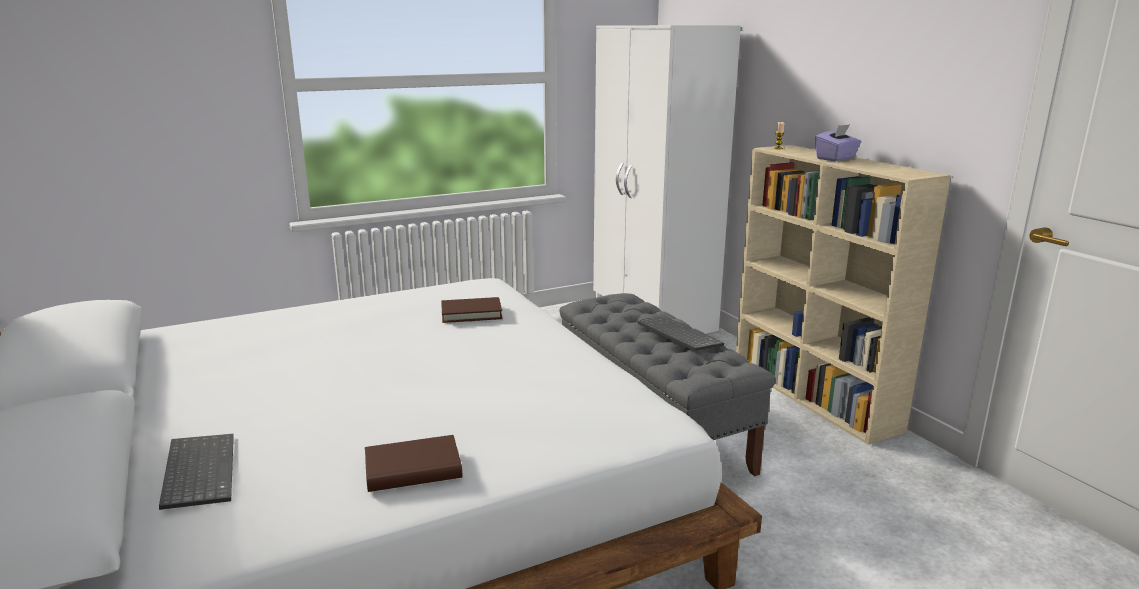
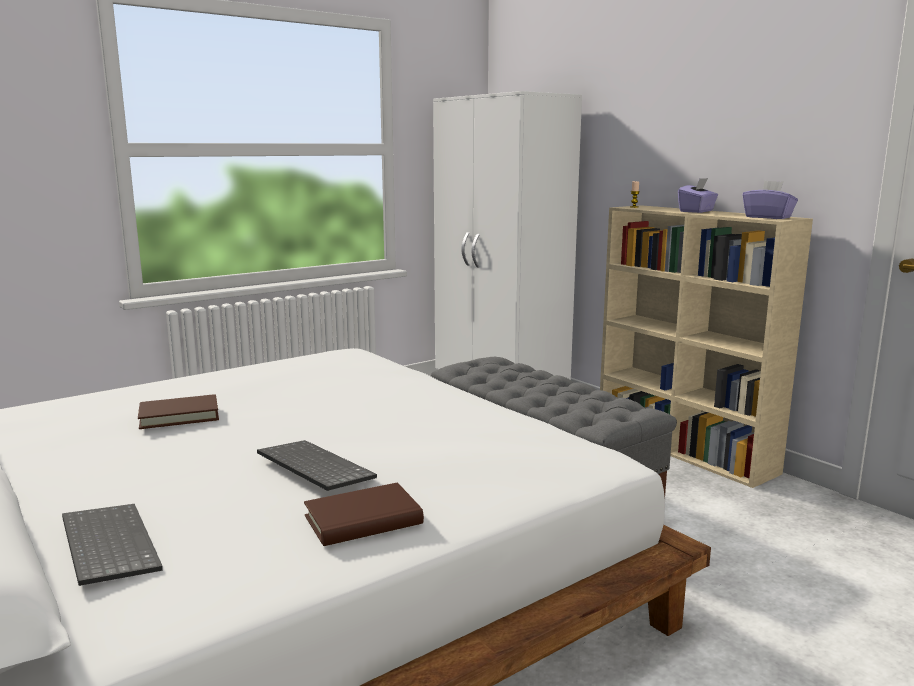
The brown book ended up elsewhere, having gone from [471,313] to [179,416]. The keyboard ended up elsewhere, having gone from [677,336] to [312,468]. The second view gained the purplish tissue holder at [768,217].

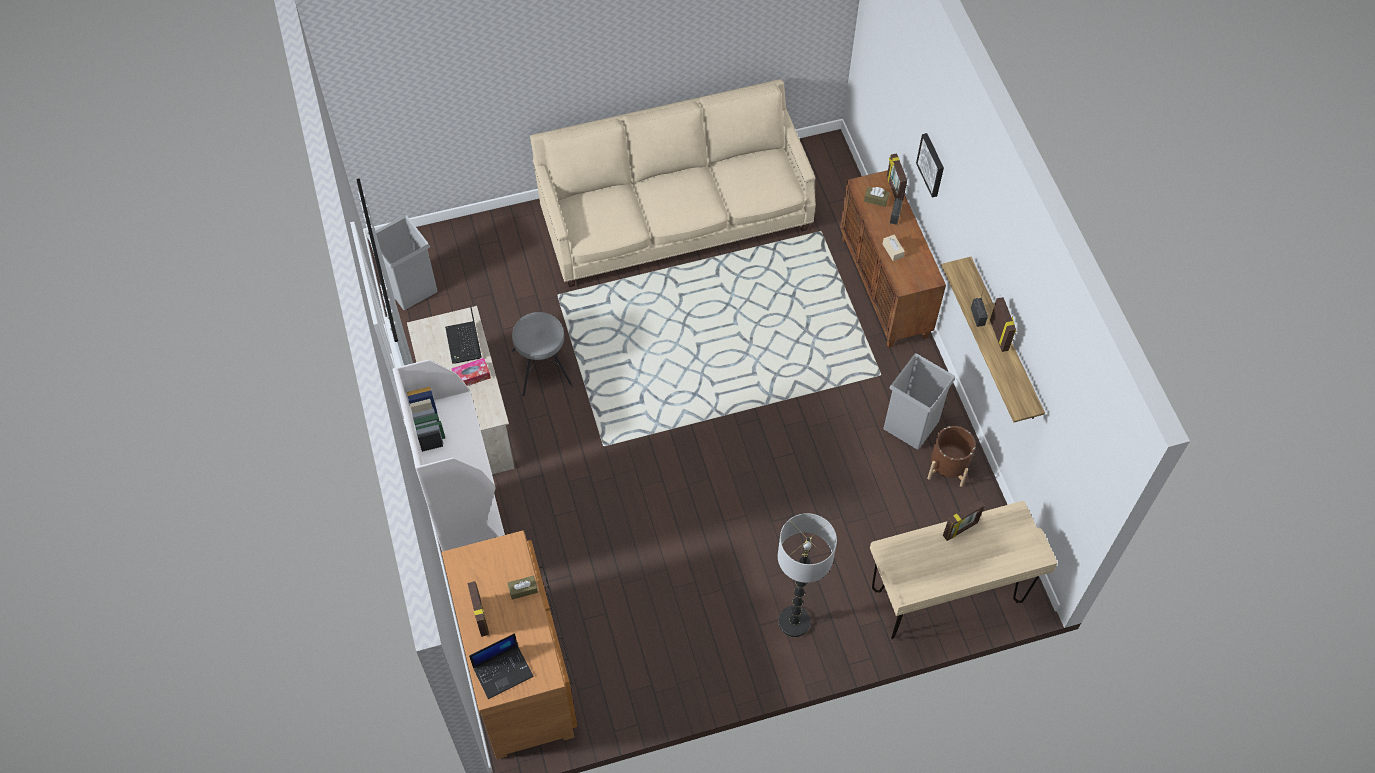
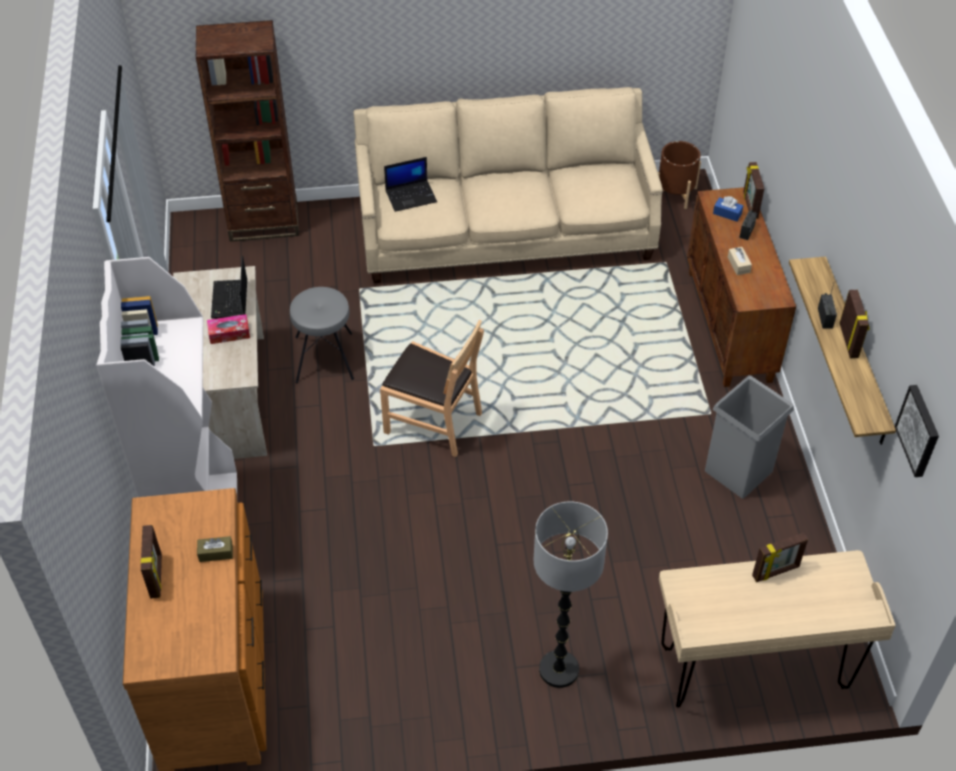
The wall art ended up elsewhere, having gone from [932,164] to [919,430]. What was the brown tissue holder at [876,199] turned into the blue-coloured tissue holder at [727,213]. The second view lost the grey trash can at [411,287]. The brown planter ended up elsewhere, having gone from [947,468] to [675,193]. The laptop ended up elsewhere, having gone from [503,671] to [411,196]. The second view gained the brown bookshelf at [263,222]. The second view gained the brown chair at [433,422].

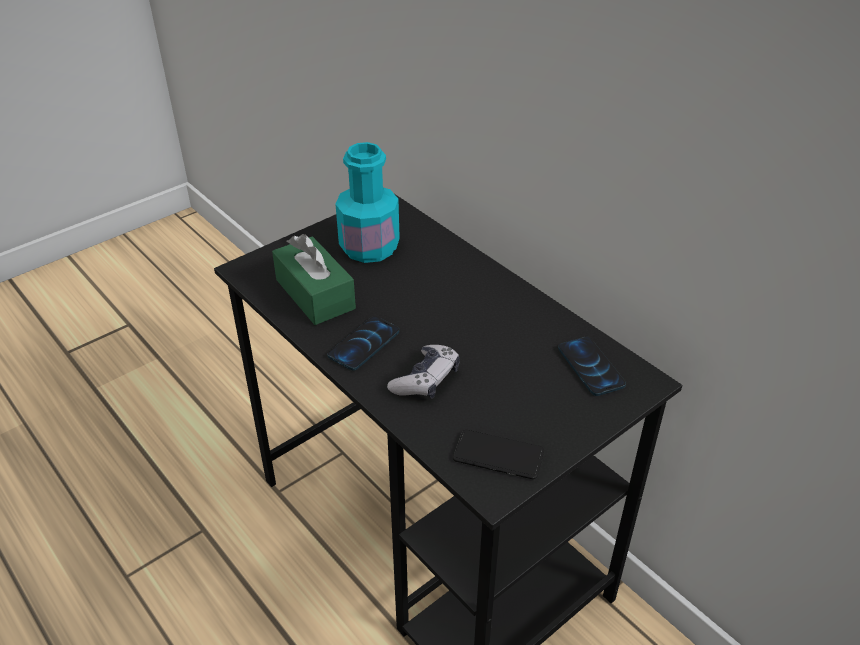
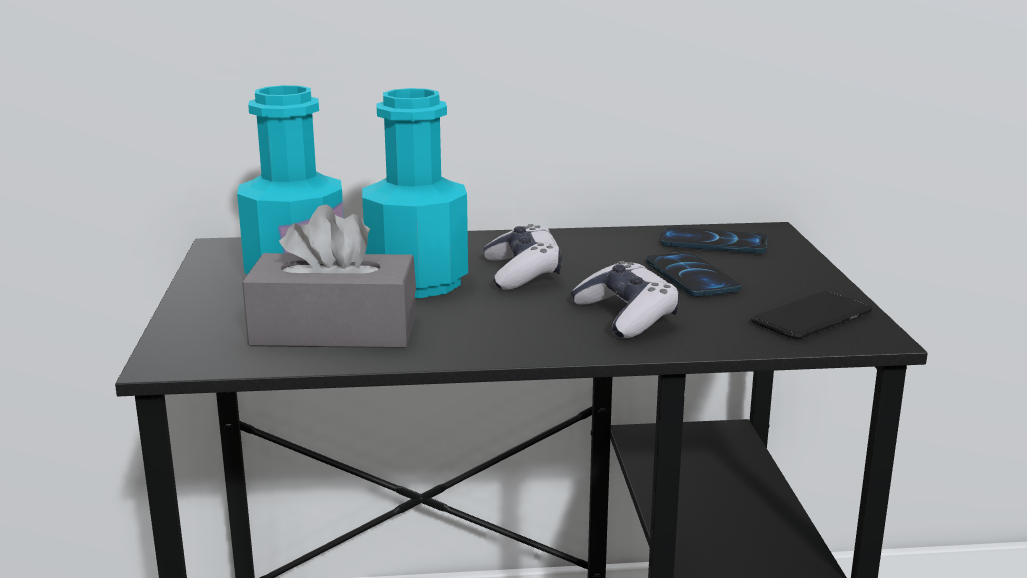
What was the green tissue holder at [315,294] turned into the grey tissue holder at [334,331]. The telephone ended up elsewhere, having gone from [364,344] to [691,276]. The second view gained the turquoise-coloured beverage bottle at [417,282]. The second view gained the gamepad at [522,273].

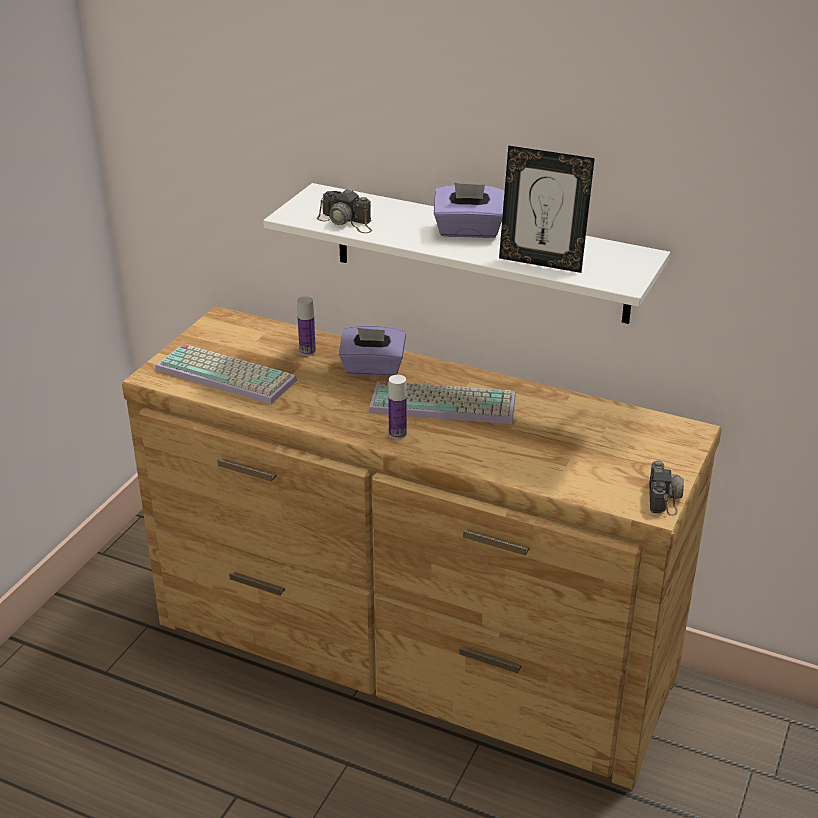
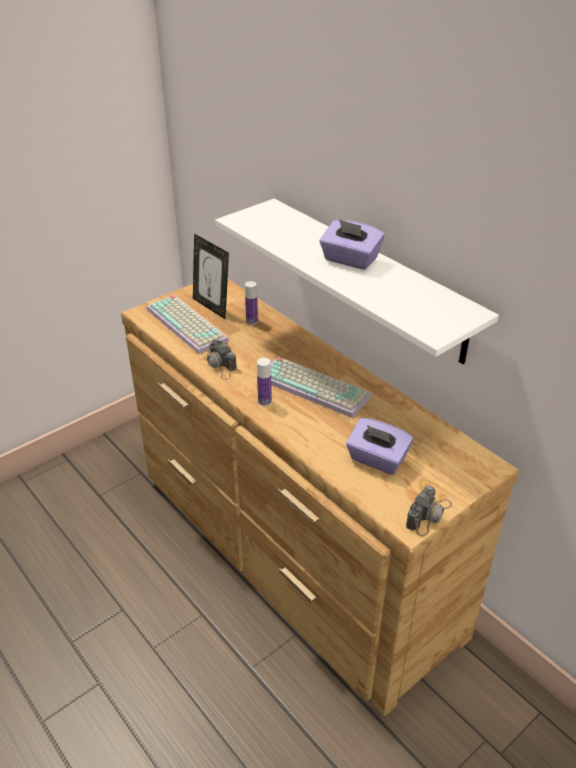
The picture frame ended up elsewhere, having gone from [541,262] to [212,307]. The still camera ended up elsewhere, having gone from [347,222] to [220,365]. The purplish tissue holder ended up elsewhere, having gone from [372,368] to [377,459].

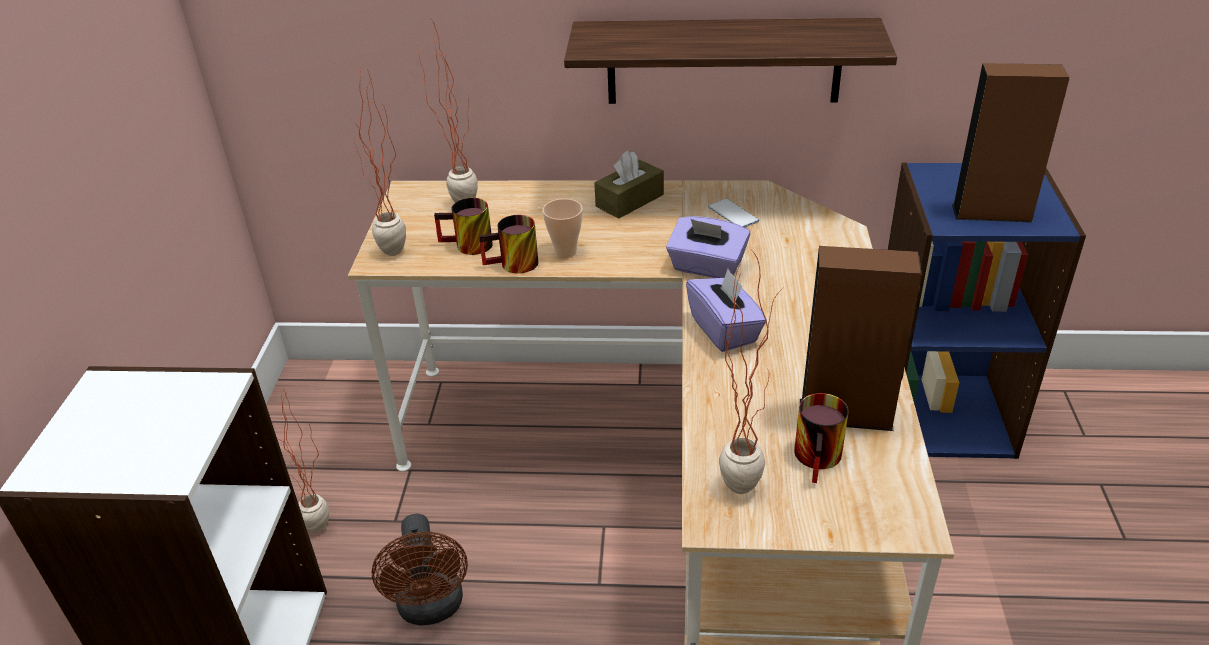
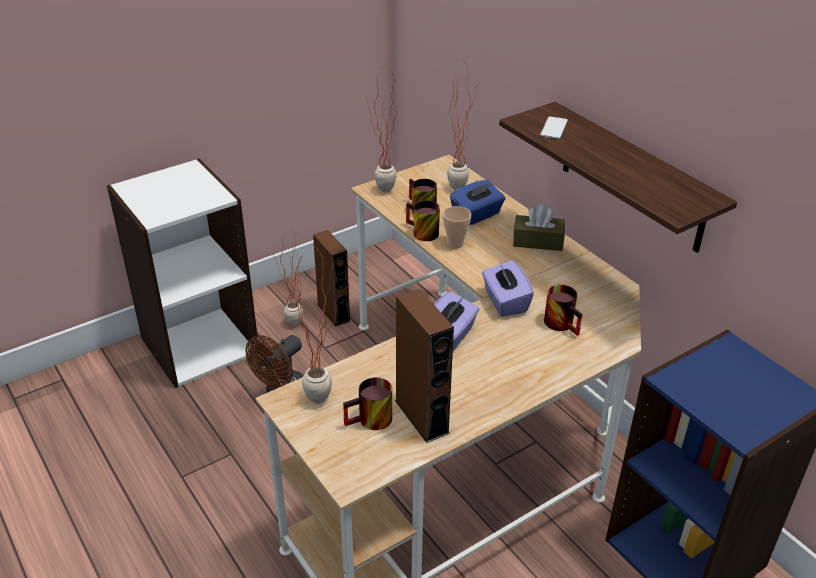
The brown speaker ended up elsewhere, having gone from [992,213] to [333,312]. The telephone ended up elsewhere, having gone from [733,214] to [554,128]. The second view gained the blue-coloured tissue holder at [477,215]. The second view gained the coffee mug at [564,323].

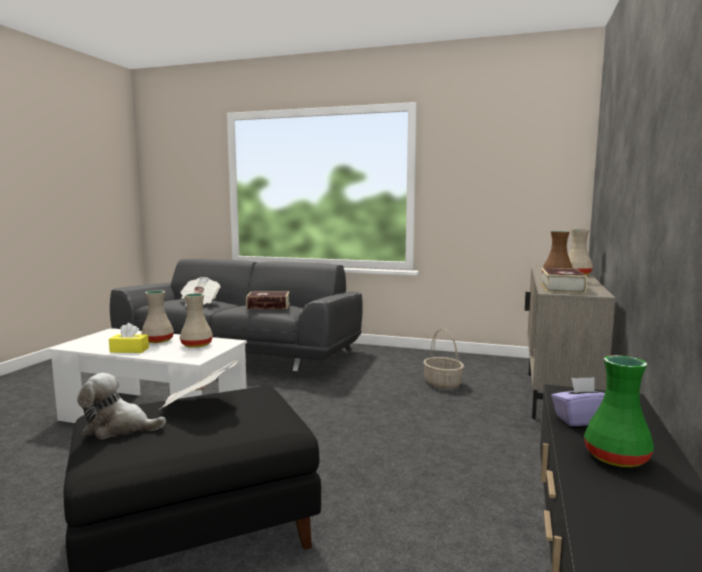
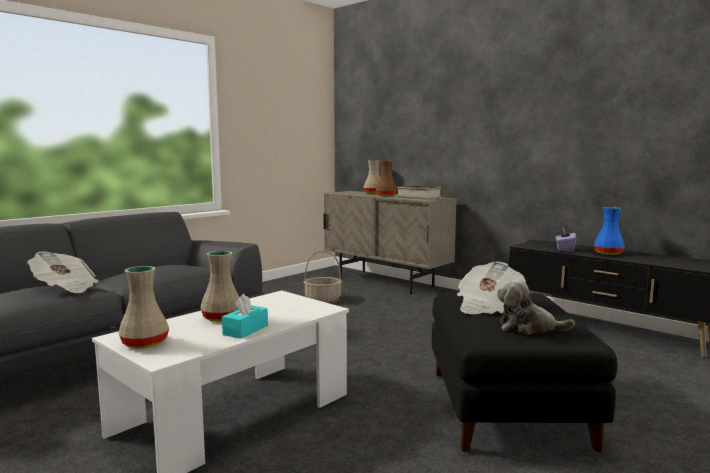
The second view lost the book at [268,306]. The beige vase ended up elsewhere, having gone from [197,345] to [146,343]. What was the yellowish tissue holder at [129,350] turned into the turquoise-coloured tissue holder at [245,330]. What was the green vase at [614,457] turned into the blue-coloured vase at [608,253]. The plush toy at [118,428] ended up facing another way, 75 degrees clockwise from before.

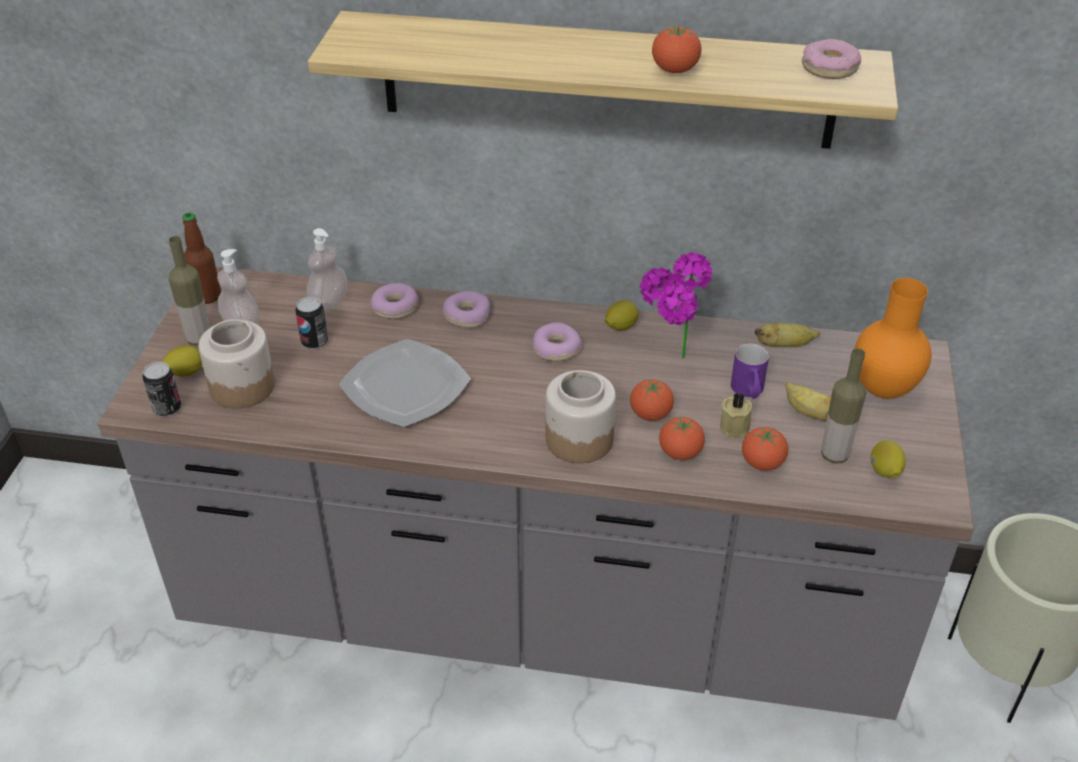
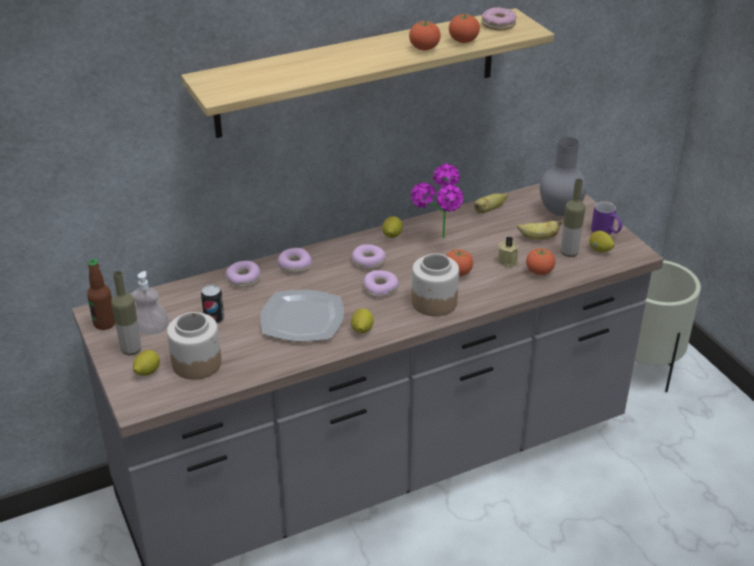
The second view lost the liquid soap bottle at [329,302]. What was the orangey vase at [883,391] turned into the grey vase at [560,213]. The purplish coffee mug ended up elsewhere, having gone from [748,392] to [606,232]. The second view lost the can at [167,408]. The fresh tomato ended up elsewhere, having gone from [680,453] to [463,41]. The second view gained the donut at [380,288]. The second view gained the lemon at [361,330].

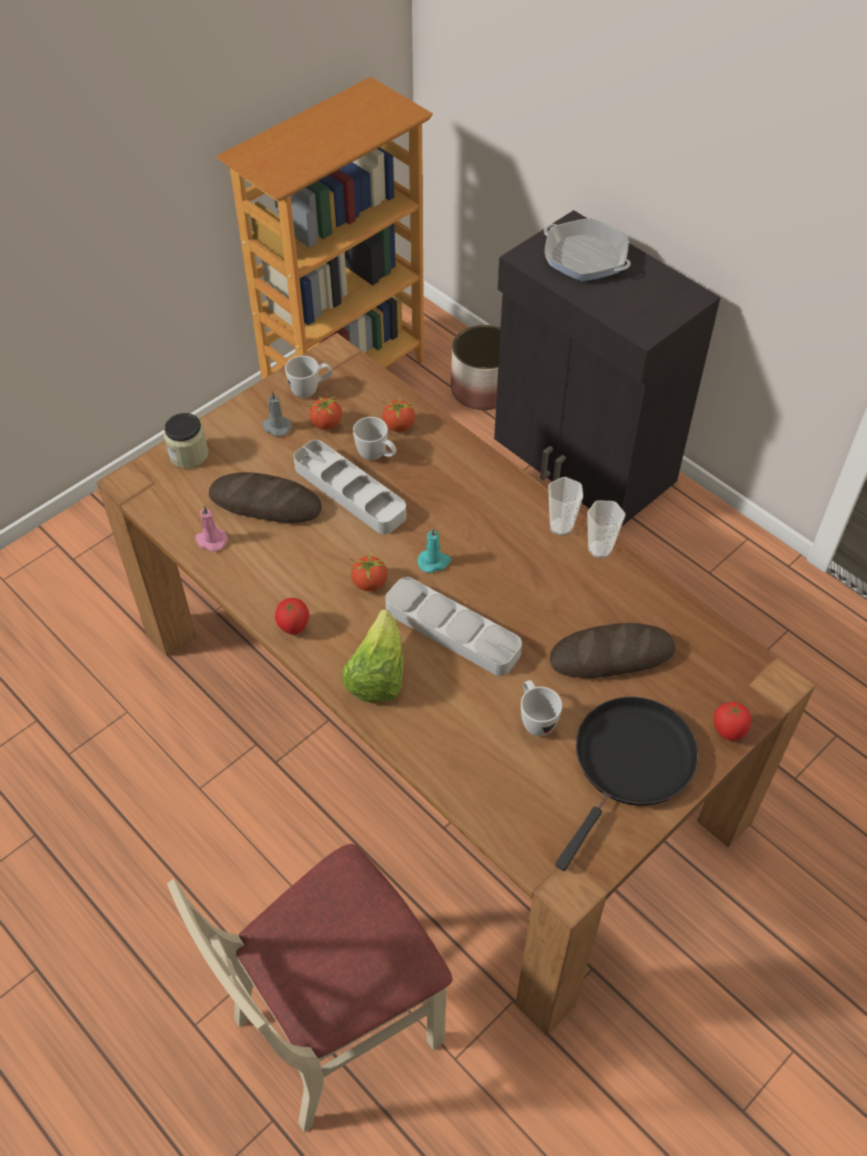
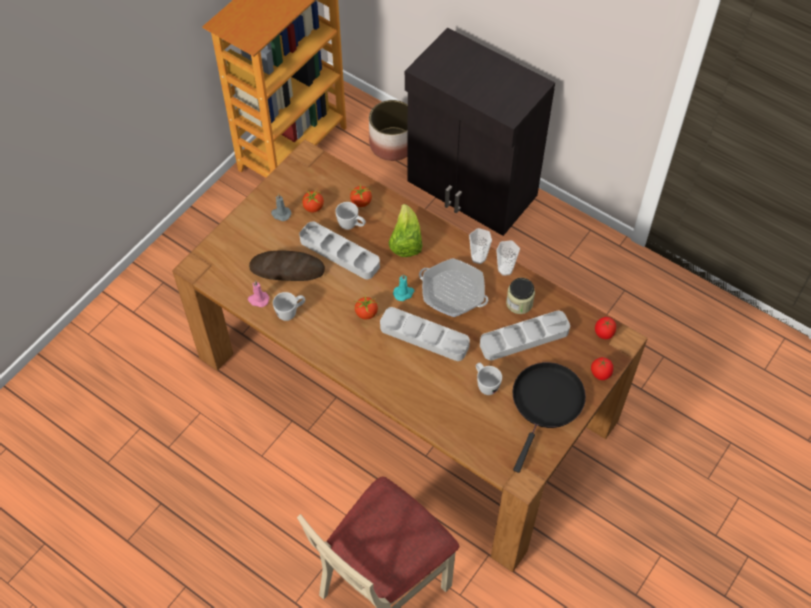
The pan ended up elsewhere, having gone from [585,257] to [453,292]. The white-coloured coffee mug ended up elsewhere, having gone from [310,390] to [291,313]. The jar ended up elsewhere, having gone from [188,454] to [519,303]. The fresh tomato ended up elsewhere, having gone from [293,627] to [603,334]. The lettuce ended up elsewhere, having gone from [377,675] to [405,242]. Where the bread stood at [611,656], the grey tray came to stand at [524,338].

